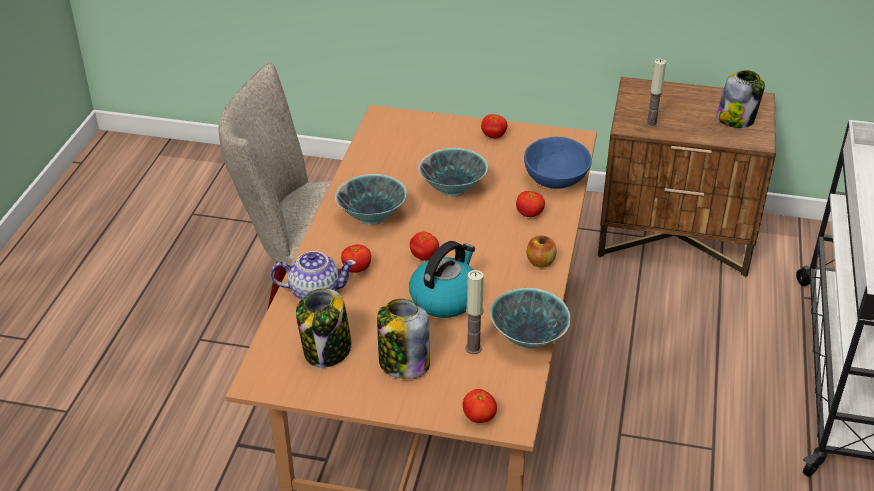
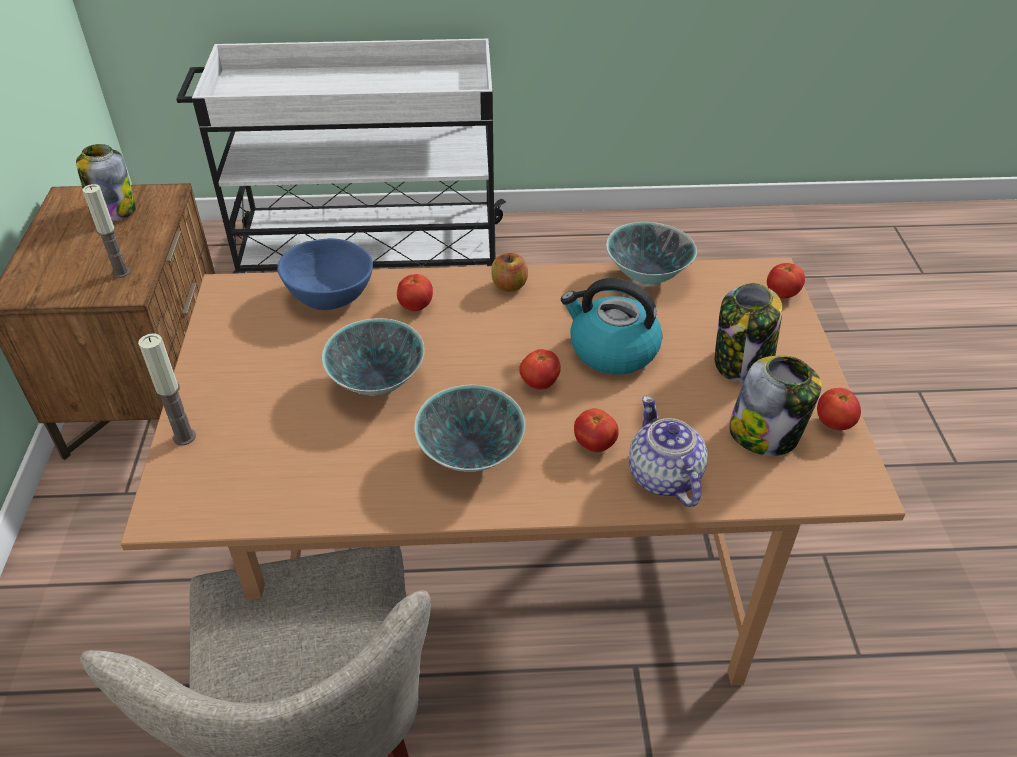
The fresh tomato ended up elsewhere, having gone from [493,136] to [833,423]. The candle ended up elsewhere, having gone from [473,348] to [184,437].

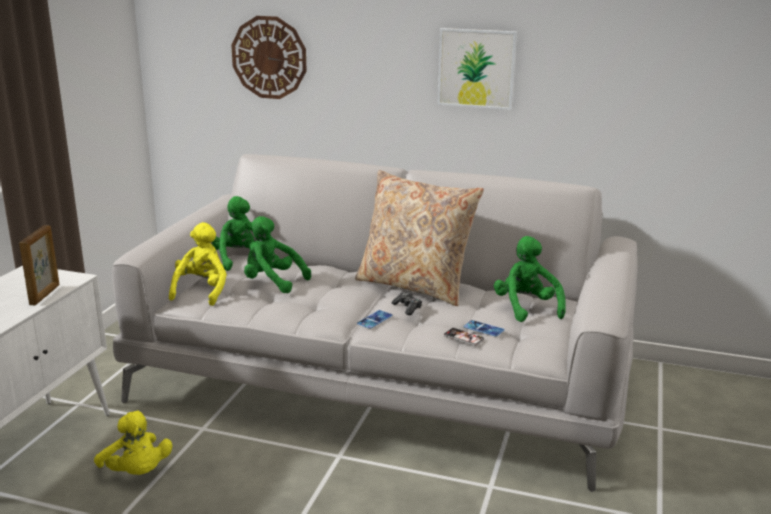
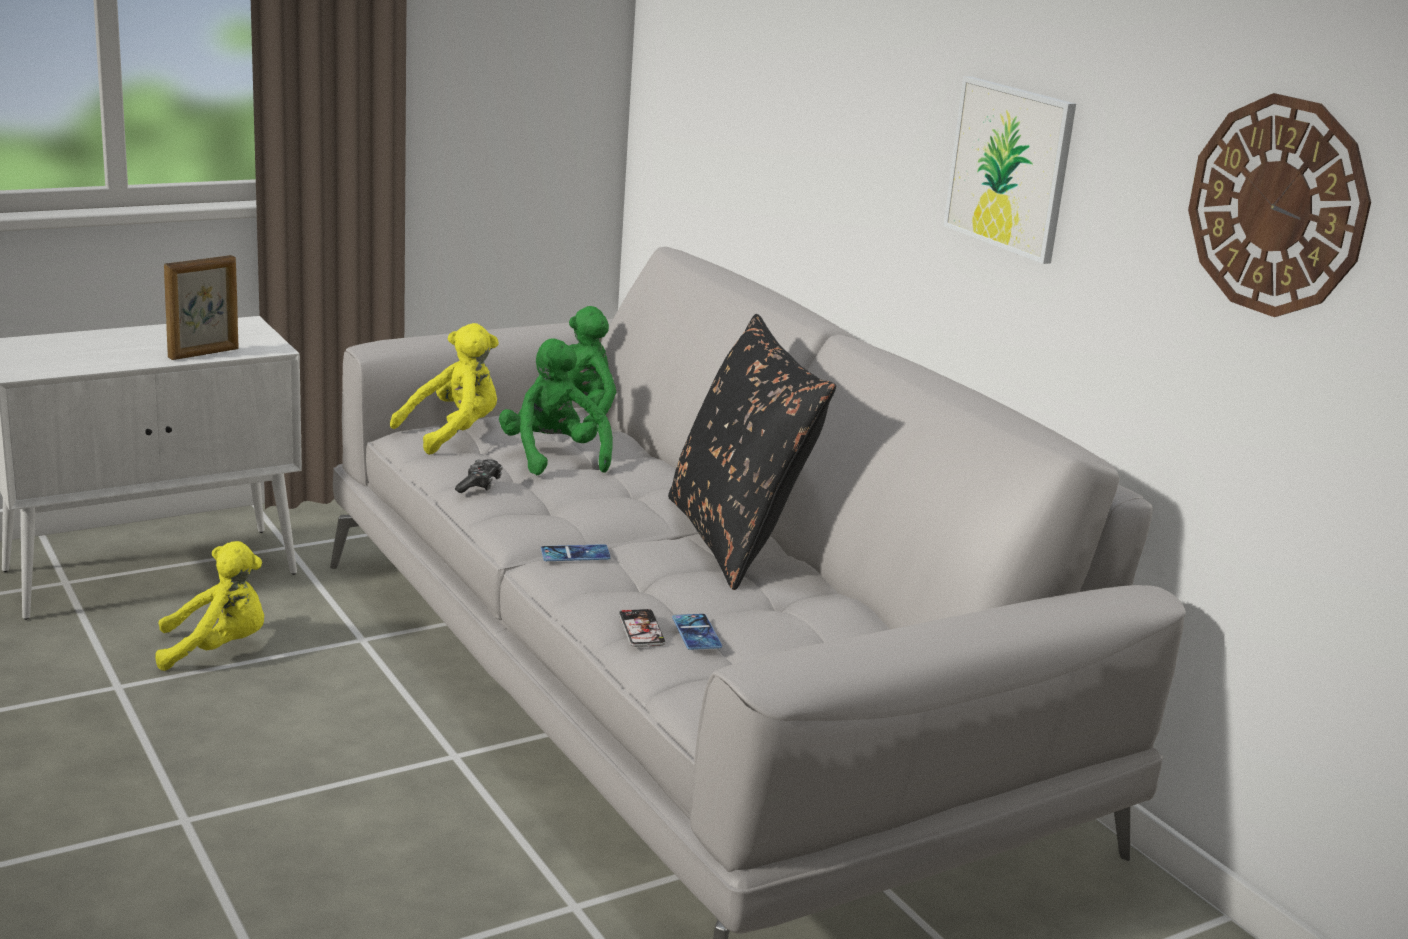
The clock on the wall ended up elsewhere, having gone from [269,57] to [1277,206]. What was the beige pillow at [415,286] turned into the blackish pillow at [736,540]. The second view lost the green plush toy at [526,308]. The gamepad ended up elsewhere, having gone from [407,308] to [480,485]. The yellowish plush toy at [137,472] ended up facing another way, 105 degrees counterclockwise from before.

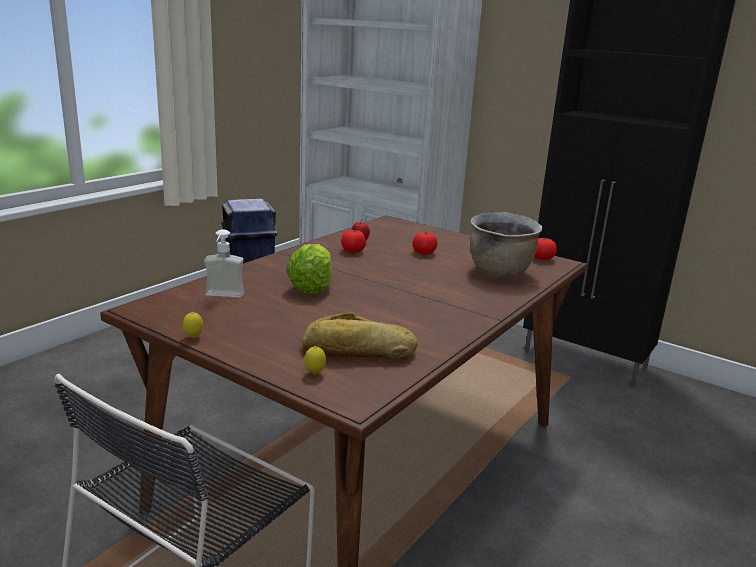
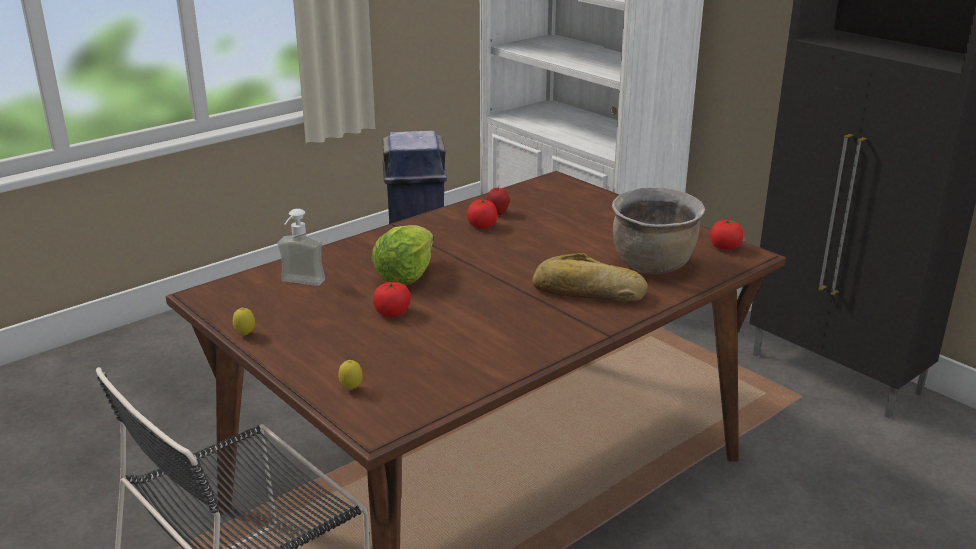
The fresh tomato ended up elsewhere, having gone from [424,253] to [392,313]. The bread ended up elsewhere, having gone from [358,351] to [587,292].

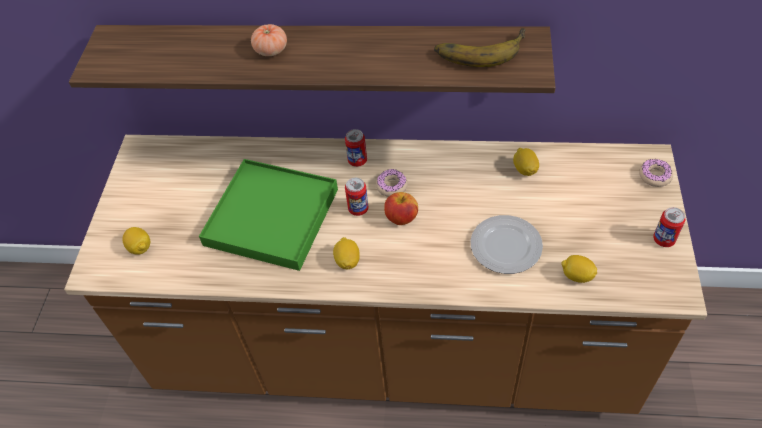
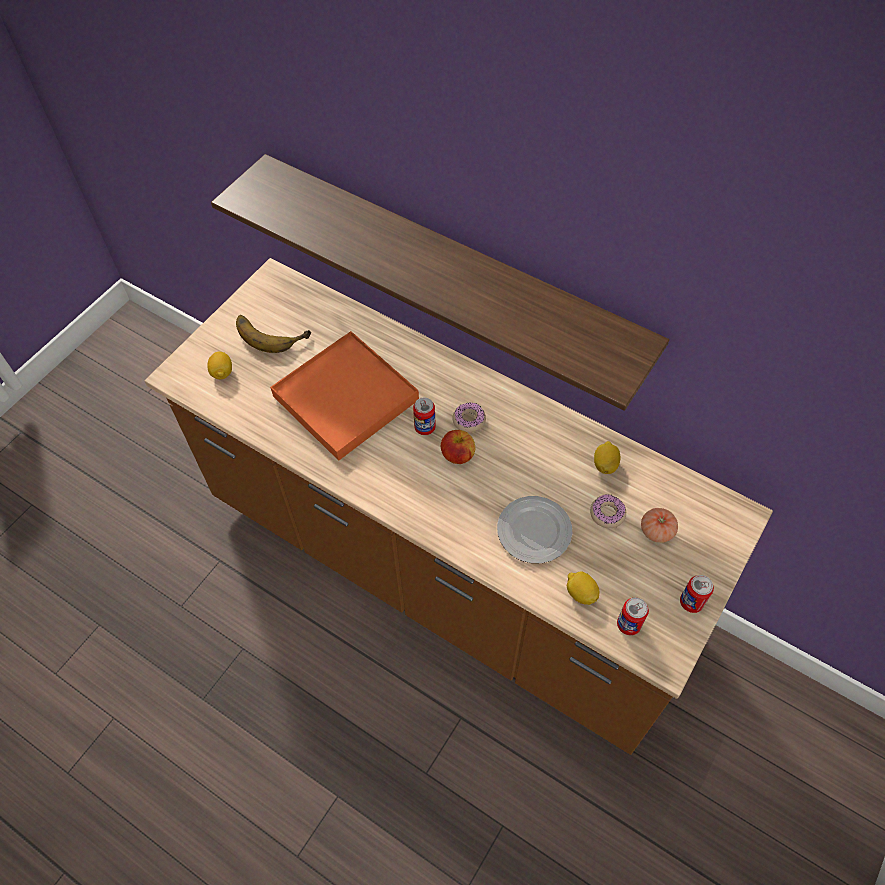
The fresh tomato ended up elsewhere, having gone from [271,50] to [656,531]. The banana ended up elsewhere, having gone from [479,48] to [271,332]. The can ended up elsewhere, having gone from [357,160] to [628,624]. What was the green tray at [272,217] turned into the orangey tray at [345,398]. The donut ended up elsewhere, having gone from [654,176] to [607,514]. The second view lost the lemon at [347,261].

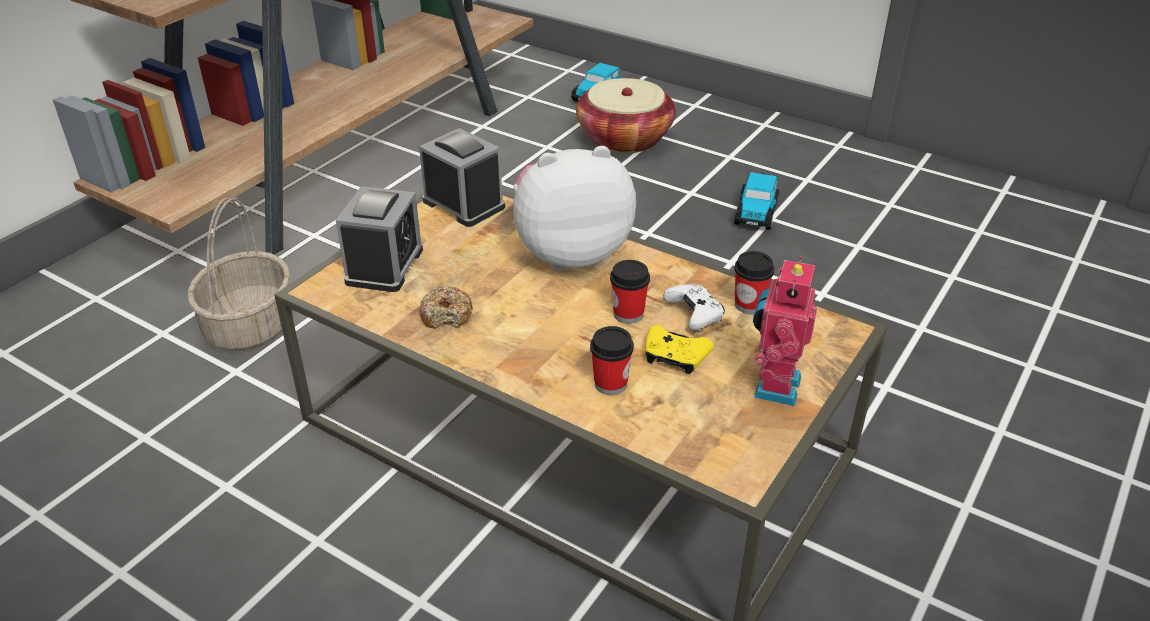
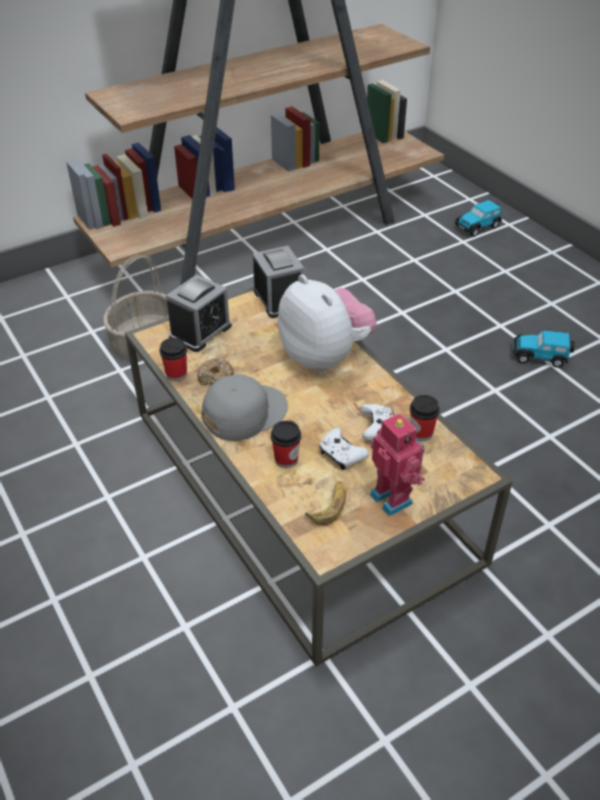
The second view lost the household basket at [624,138]. The plush toy at [570,253] ended up facing another way, 45 degrees clockwise from before. The model car at [755,213] ended up facing another way, 60 degrees clockwise from before. The model robot at [773,386] ended up facing another way, 105 degrees clockwise from before. The drinking cup ended up elsewhere, having gone from [628,314] to [176,374]. What was the yellowish gamepad at [675,357] turned into the white-coloured gamepad at [341,455]. The second view gained the grey cap at [243,412]. The second view gained the banana at [329,506].

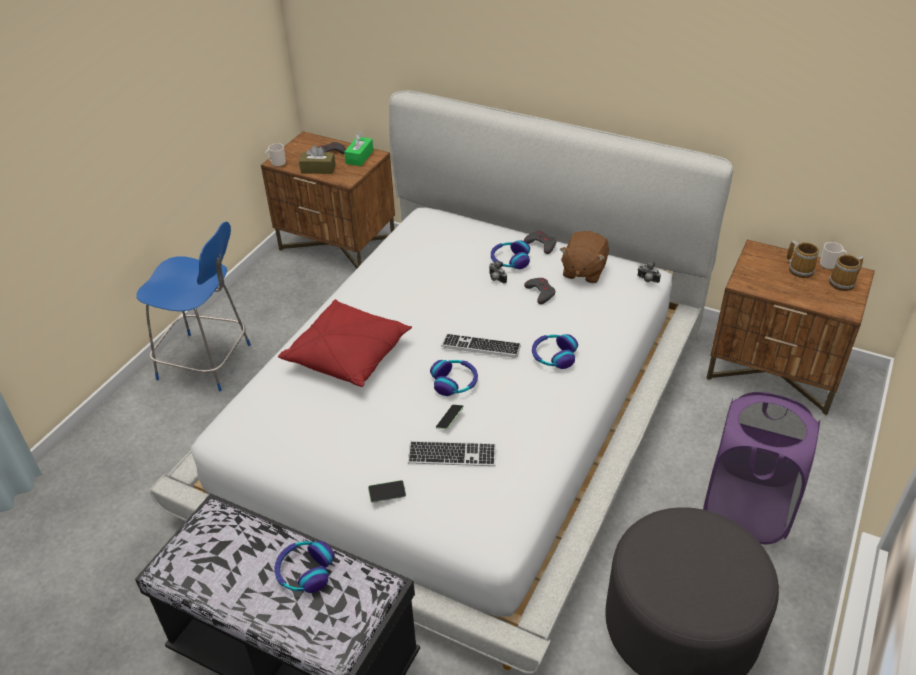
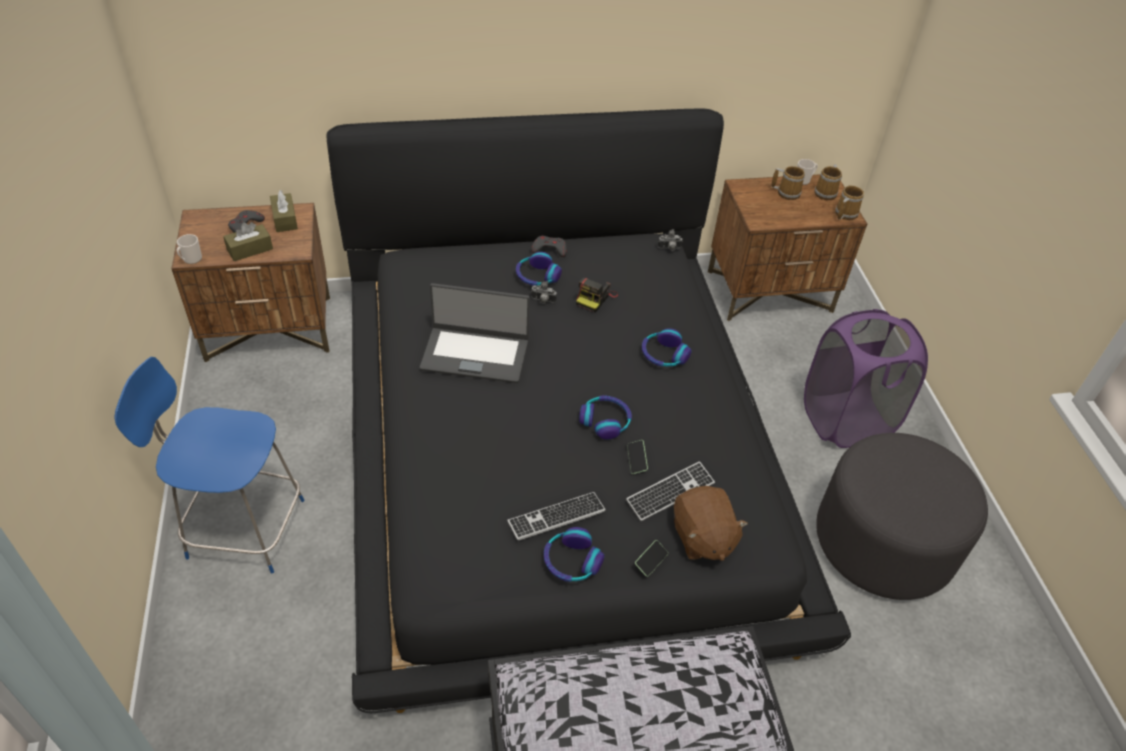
What was the white-coloured bedroom bed at [460,413] turned into the blackish bedroom bed at [557,450]. What was the green tissue holder at [359,157] turned into the brown tissue holder at [285,219]. The blue-coloured chair at [207,362] ended up facing another way, 150 degrees counterclockwise from before. The brown plush toy ended up elsewhere, having gone from [583,271] to [702,537]. Where the grey gamepad stood at [540,293], the still camera came to stand at [595,298]. The second view lost the red-coloured pillow at [348,355]. The keyboard ended up elsewhere, having gone from [481,347] to [556,517]. The pair of headphones ended up elsewhere, having gone from [304,571] to [571,561]. The second view gained the coffee mug at [844,214]. The second view gained the laptop at [475,354].

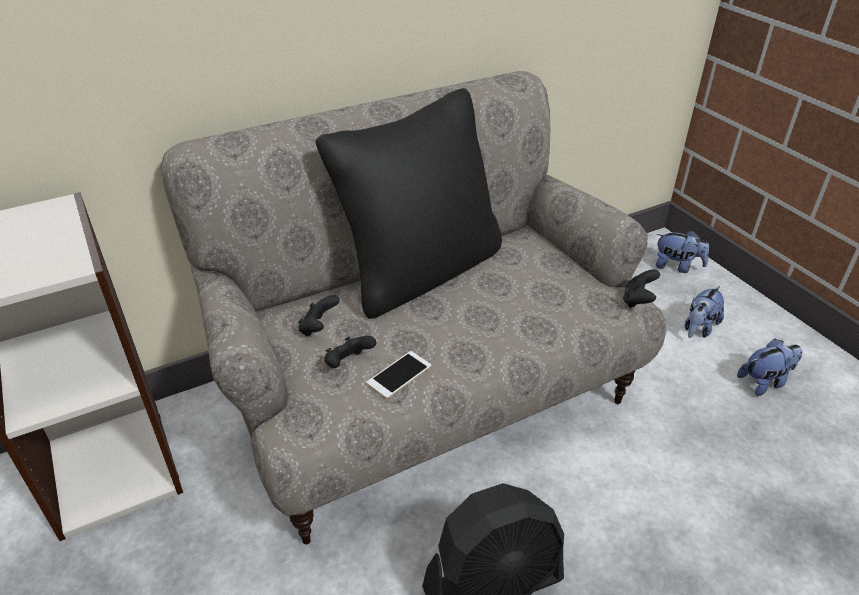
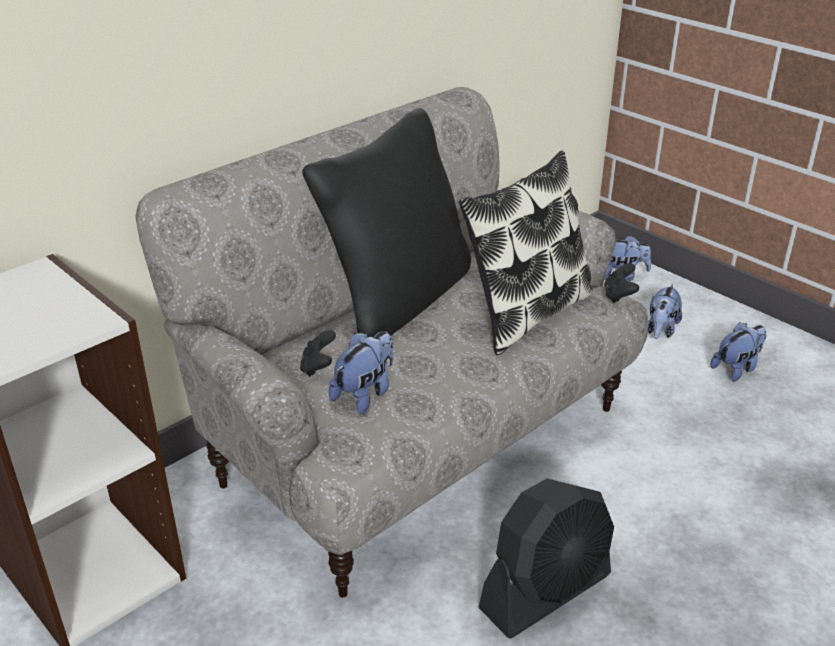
Where the blackish gamepad stood at [348,364], the plush toy came to stand at [365,394]. The second view lost the telephone at [399,374]. The second view gained the pillow at [526,314].

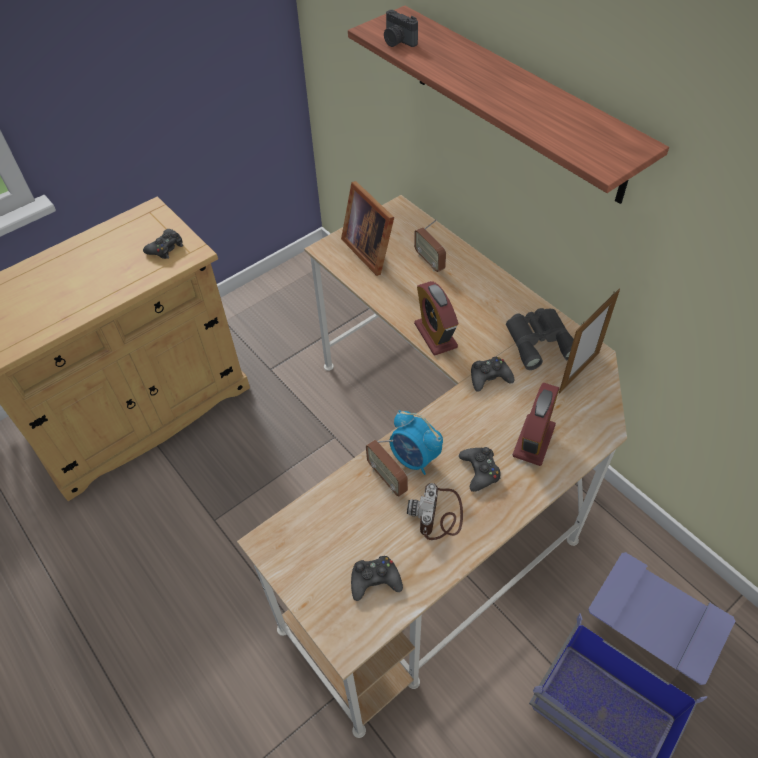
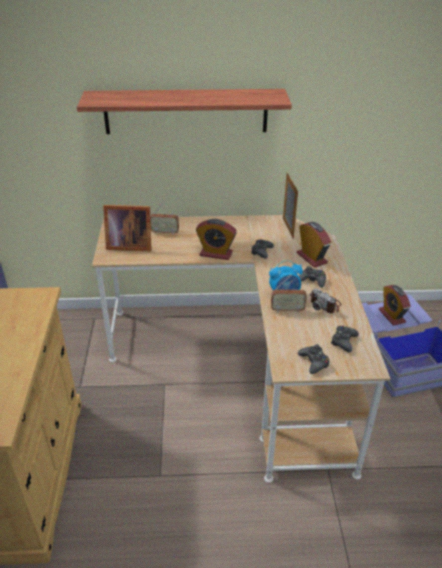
The second view lost the still camera at [398,42]. The blackish gamepad ended up elsewhere, having gone from [166,248] to [314,362]. The second view lost the grey binoculars at [539,340]. The second view gained the table clock at [391,316].

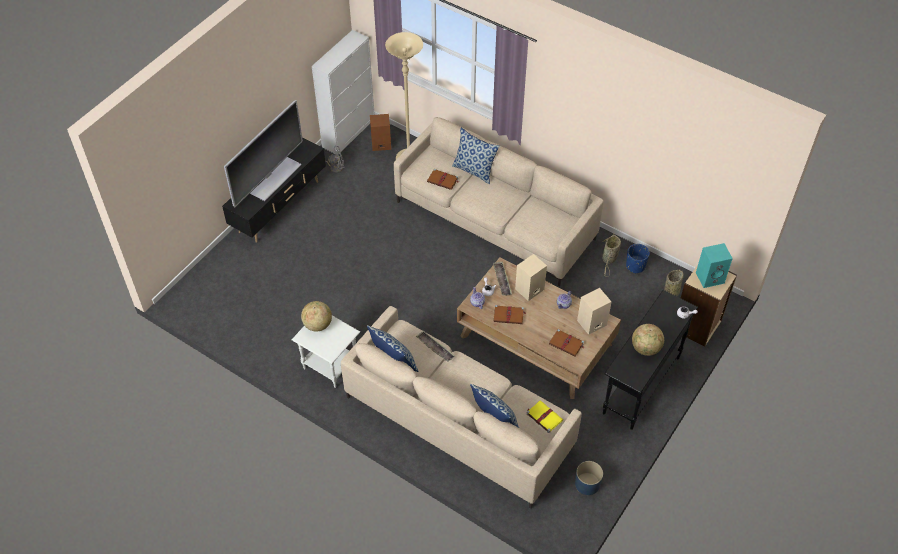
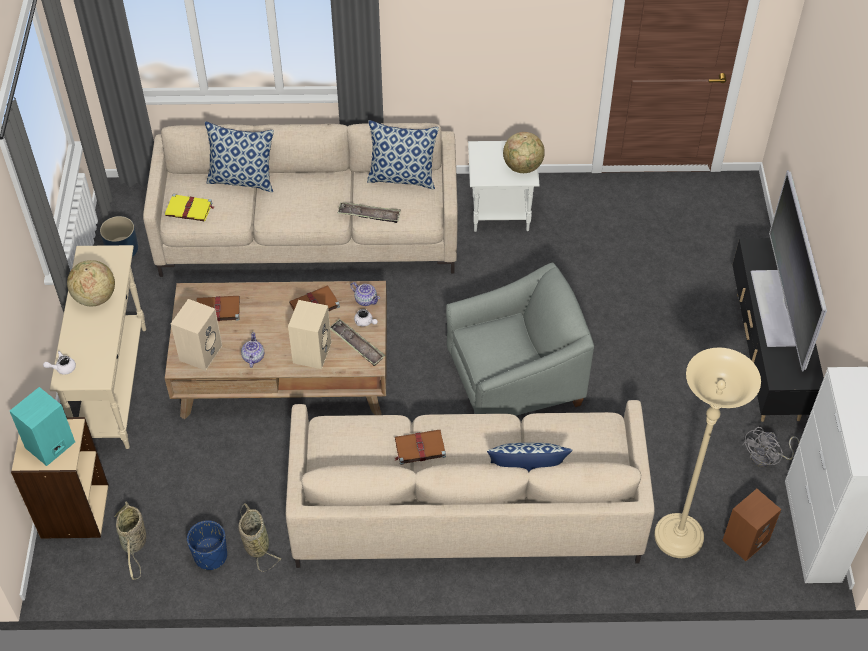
The brown book ended up elsewhere, having gone from [443,180] to [419,448]. What was the blackish narrow table at [641,385] turned into the beige narrow table at [114,386]. The second view gained the grey lounge chair at [515,380].

